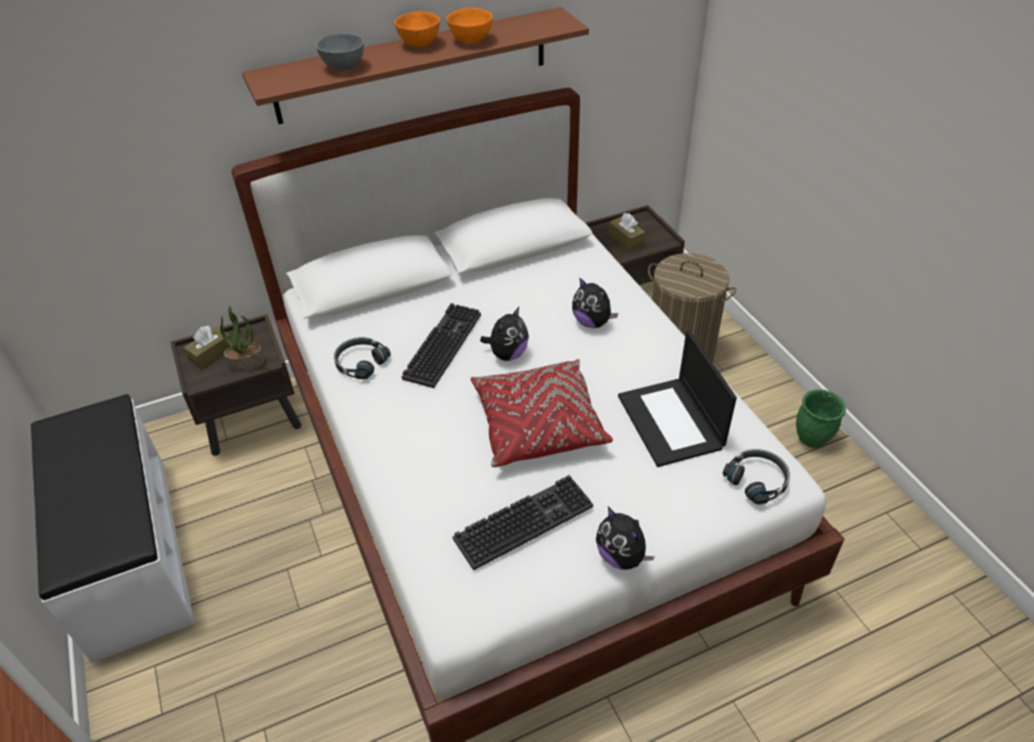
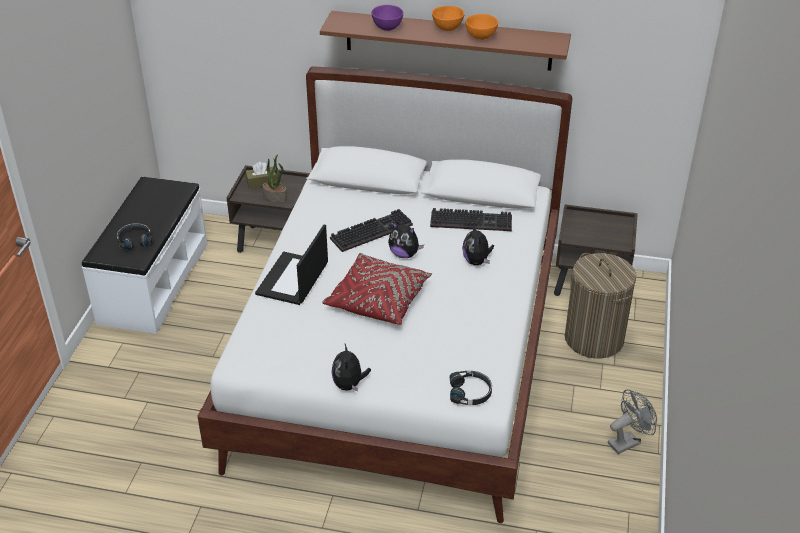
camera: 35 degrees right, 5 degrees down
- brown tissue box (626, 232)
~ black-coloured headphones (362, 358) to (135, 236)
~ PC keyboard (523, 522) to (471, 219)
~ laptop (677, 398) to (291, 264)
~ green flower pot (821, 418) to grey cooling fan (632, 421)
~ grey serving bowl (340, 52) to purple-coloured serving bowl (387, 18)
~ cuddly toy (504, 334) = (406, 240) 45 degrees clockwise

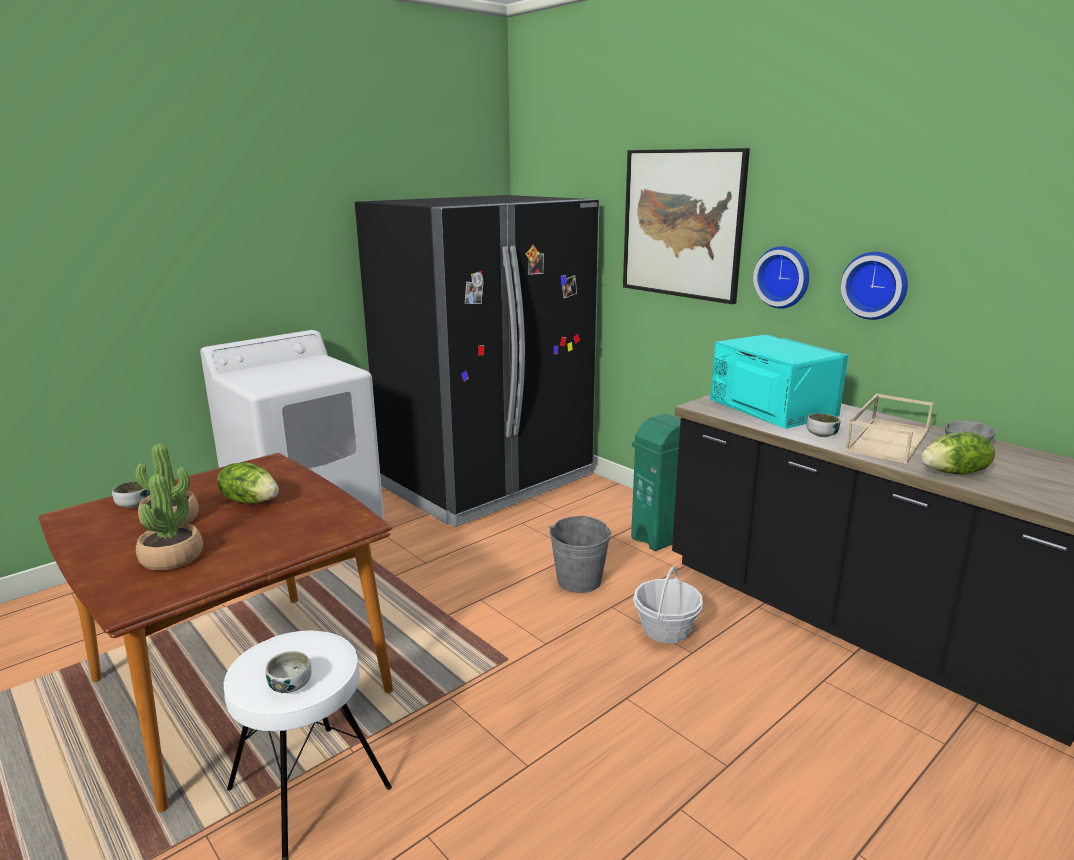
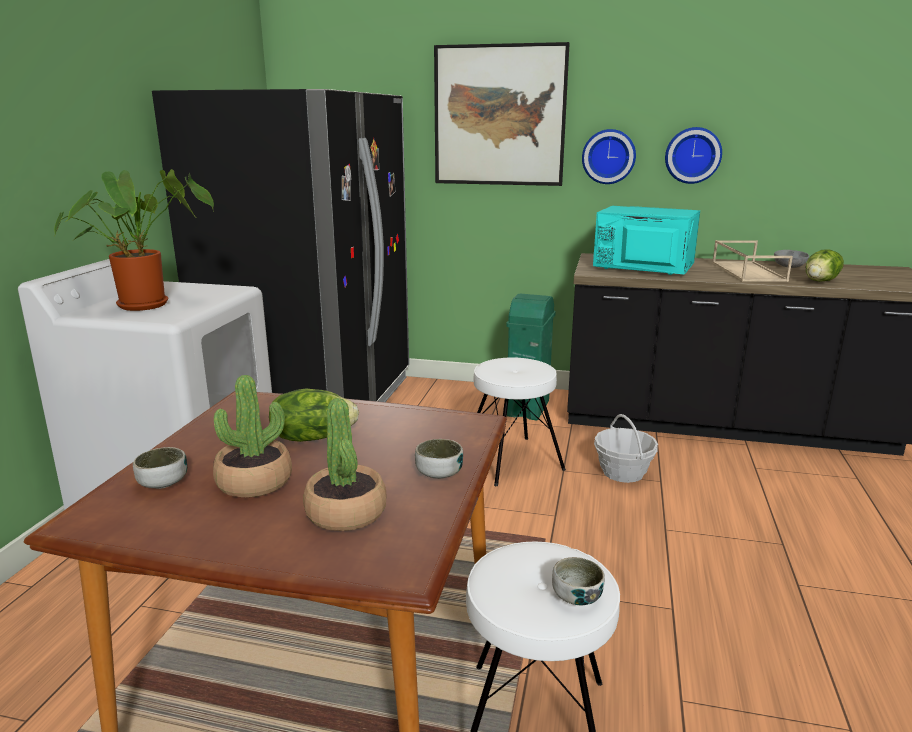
camera: 35 degrees left, 0 degrees up
+ plant in a pot (134, 240)
~ serving bowl (823, 425) to (439, 459)
~ grey bucket (580, 554) to white-coloured sitting stool (520, 421)

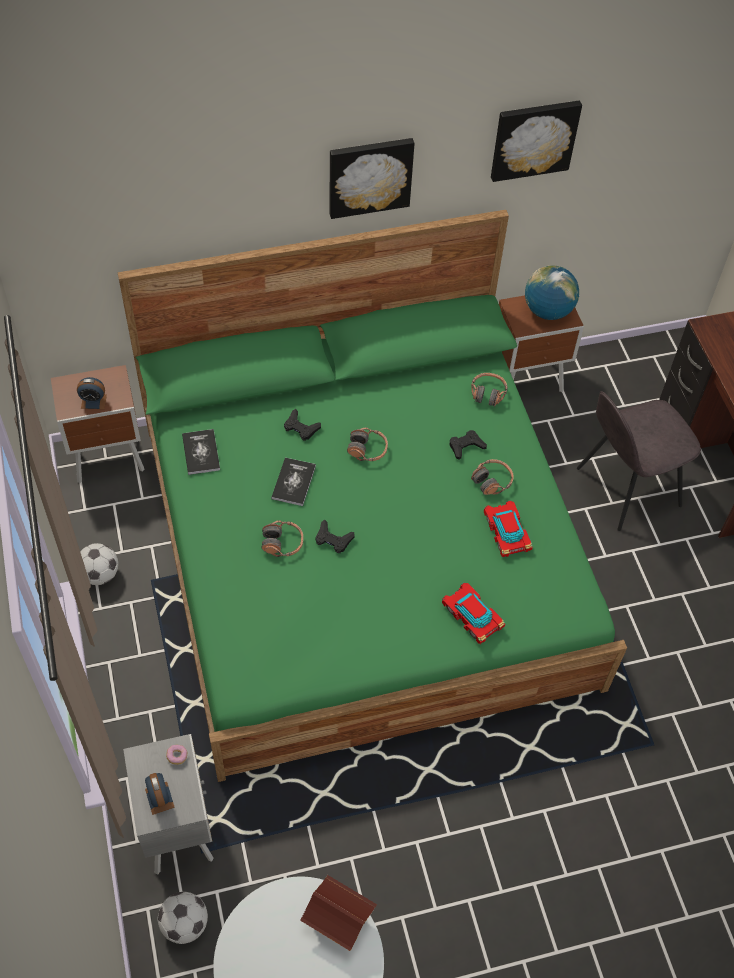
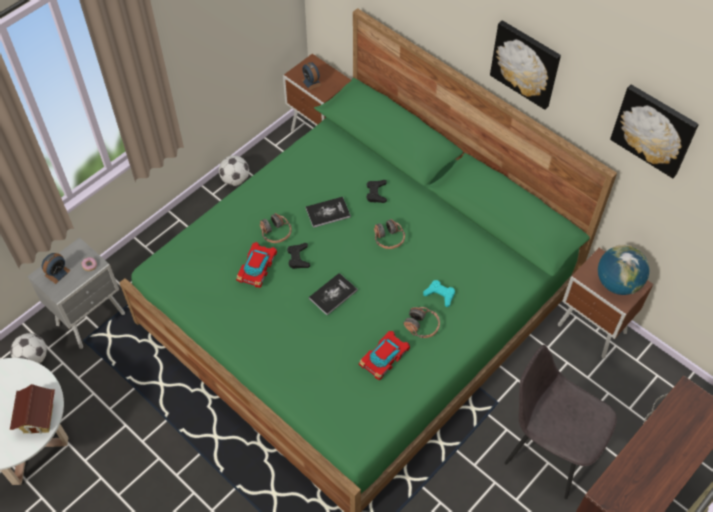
camera: 60 degrees right, 0 degrees up
- headphones (489, 390)
~ volume (201, 452) to (333, 294)
~ model car (473, 613) to (256, 265)
~ black-coloured joypad (468, 444) to blue-green joypad (439, 293)

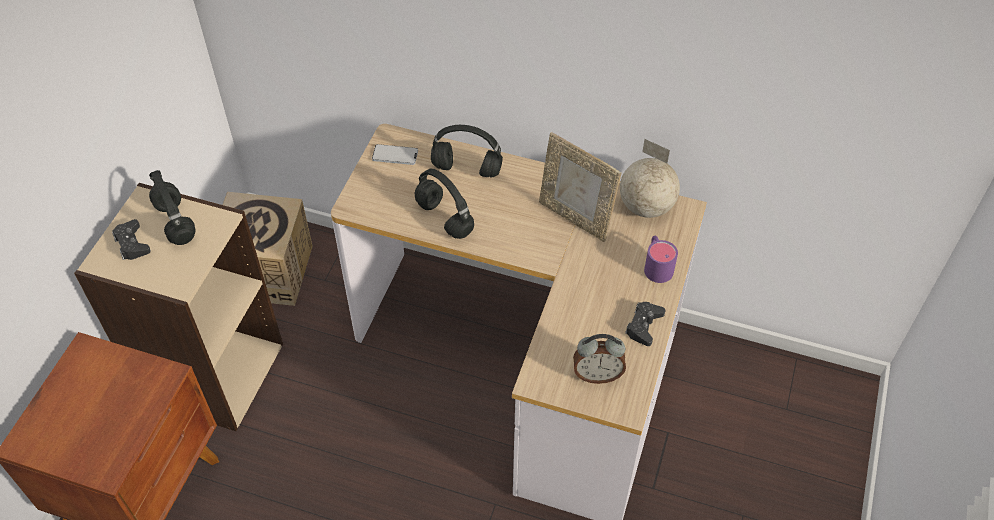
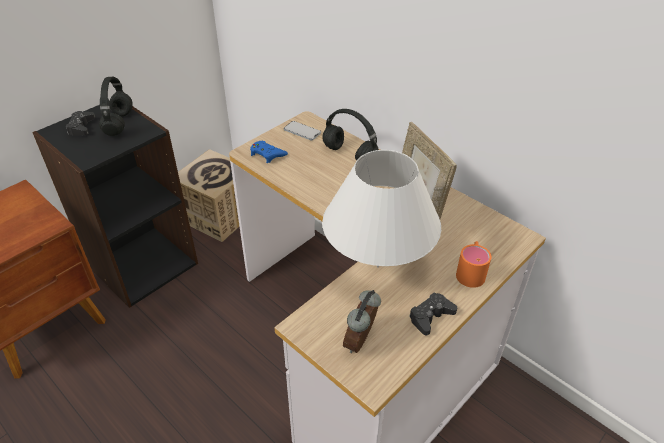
camera: 25 degrees right, 10 degrees down
- black-coloured headphones (444, 204)
- world globe (650, 178)
+ blue-coloured joypad (269, 152)
+ white-coloured table lamp (381, 209)
~ sand-coloured bookshelf (178, 307) to black-coloured bookshelf (115, 204)
~ purple-coloured tea mug (661, 259) to orange tea mug (473, 264)
~ bedside clock (599, 359) = (362, 321) 90 degrees clockwise

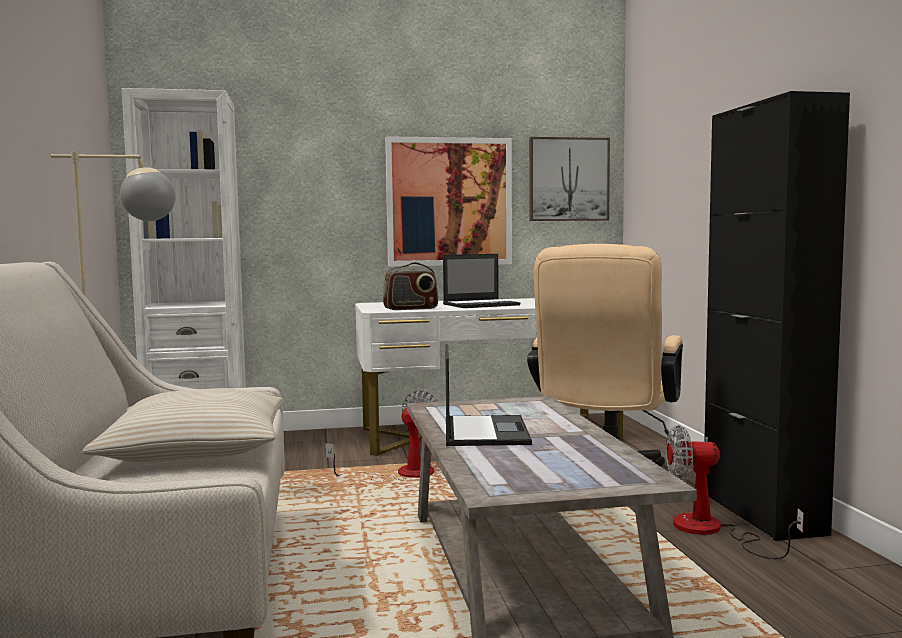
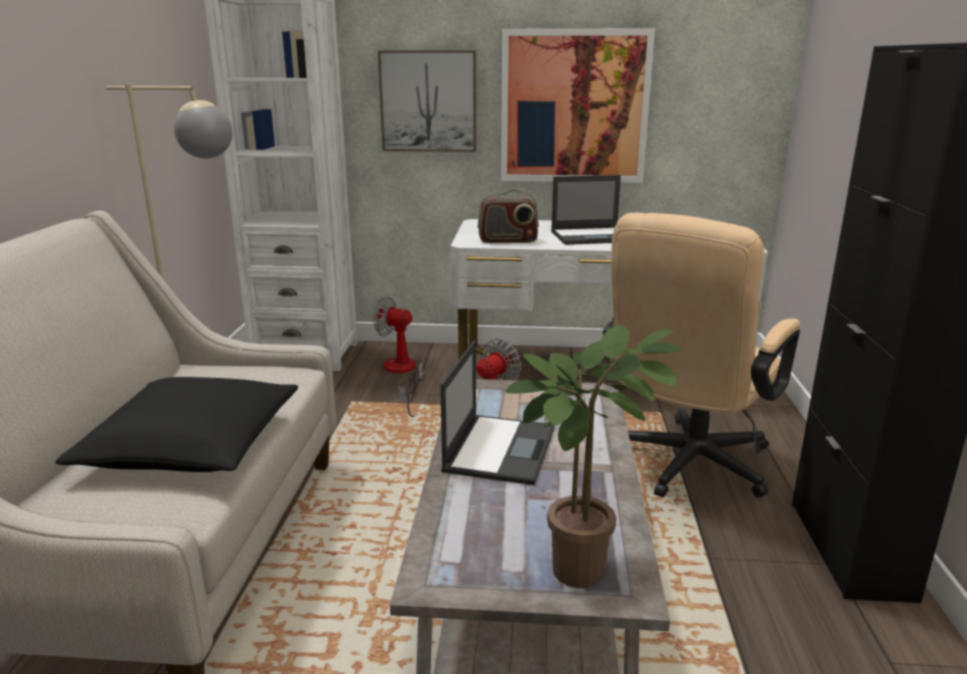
camera: 15 degrees right, 15 degrees up
+ plant in a pot (594, 456)
~ wall picture (569, 179) to (427, 101)
~ cooling fan (735, 492) to (399, 345)
~ sand-coloured throw pillow (183, 425) to black-coloured throw pillow (176, 424)

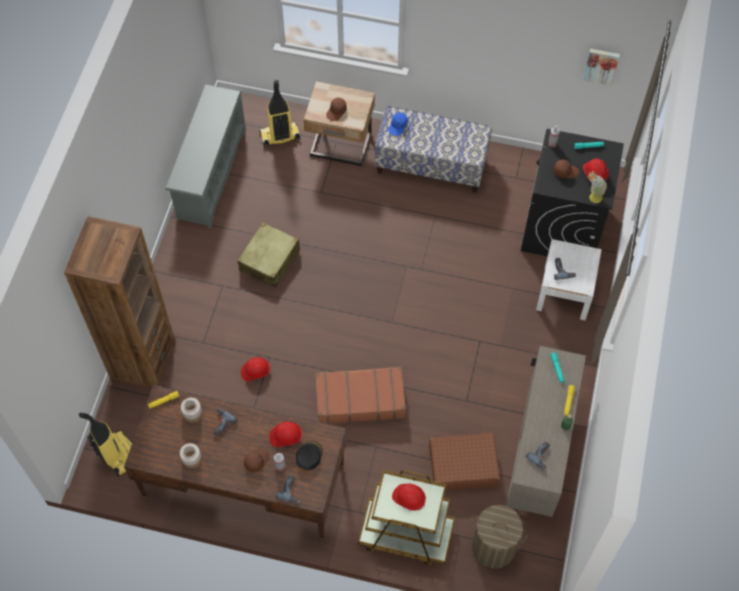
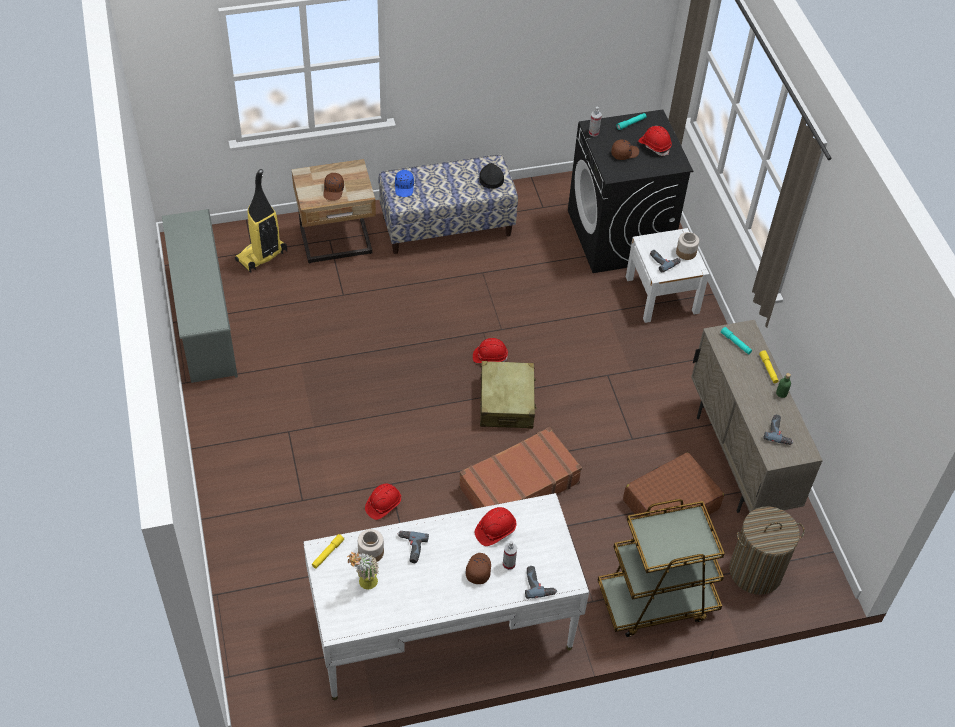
camera: 30 degrees left, 10 degrees down
- brown bookshelf (120, 302)
- vacuum (105, 445)
- wall picture (601, 67)
~ preserve jar (191, 456) to (687, 246)
~ sand-coloured piece of luggage (269, 254) to (508, 395)
~ black-coloured baseball cap (309, 455) to (491, 176)
~ red work helmet (409, 497) to (490, 350)
~ plant in a pot (597, 187) to (363, 571)
~ brown desk table (235, 463) to white-coloured desk table (446, 596)

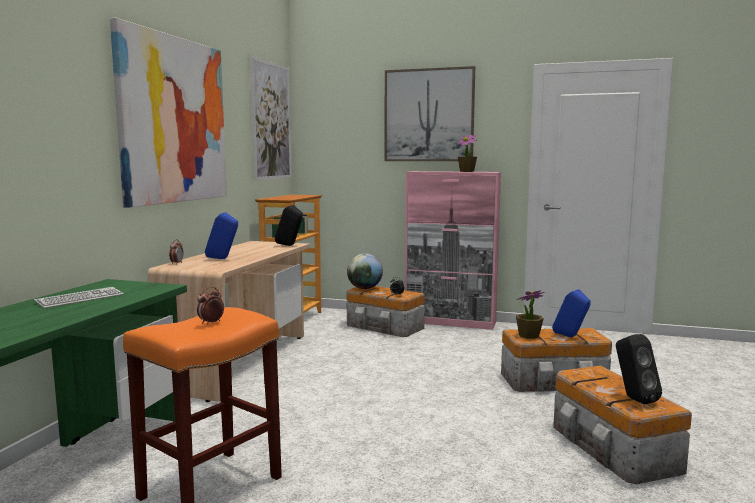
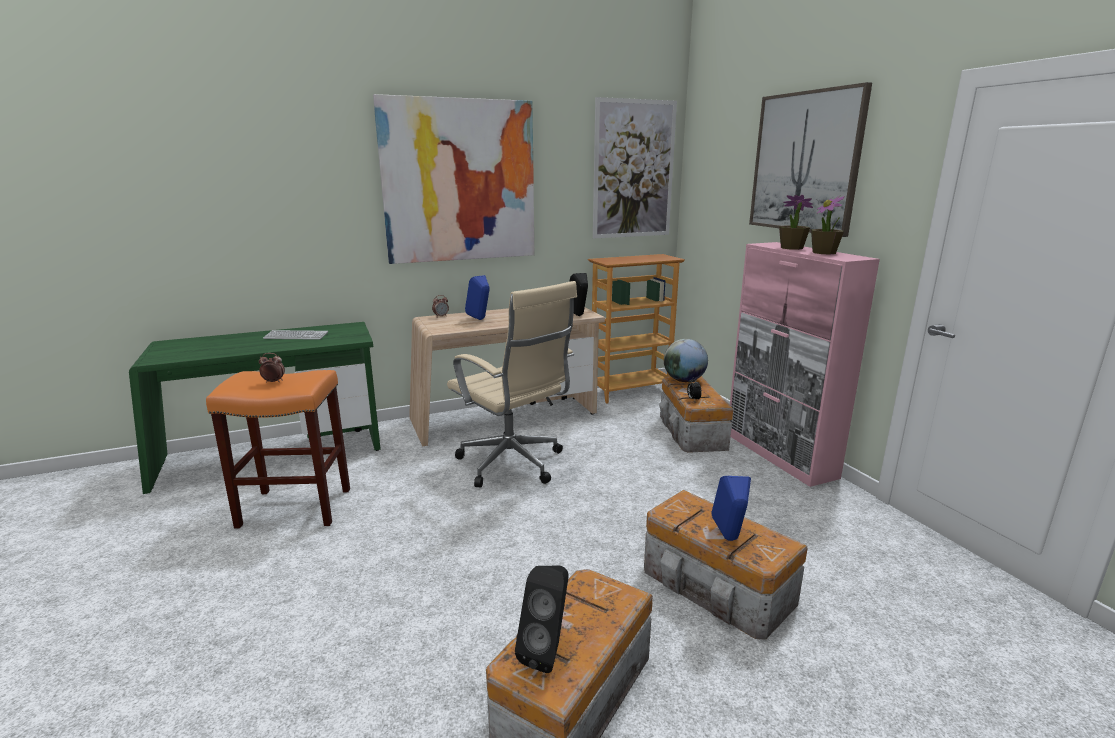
camera: 50 degrees right, 10 degrees up
+ sand-coloured office chair (512, 384)
~ plant in a pot (530, 314) to (796, 222)

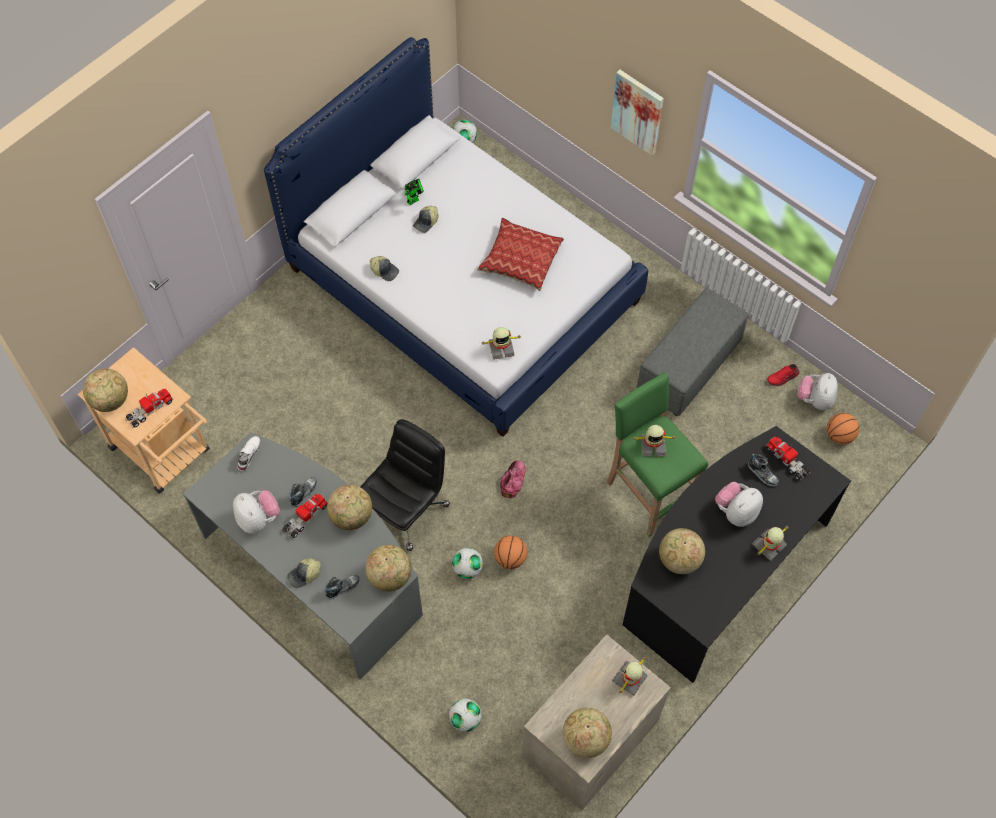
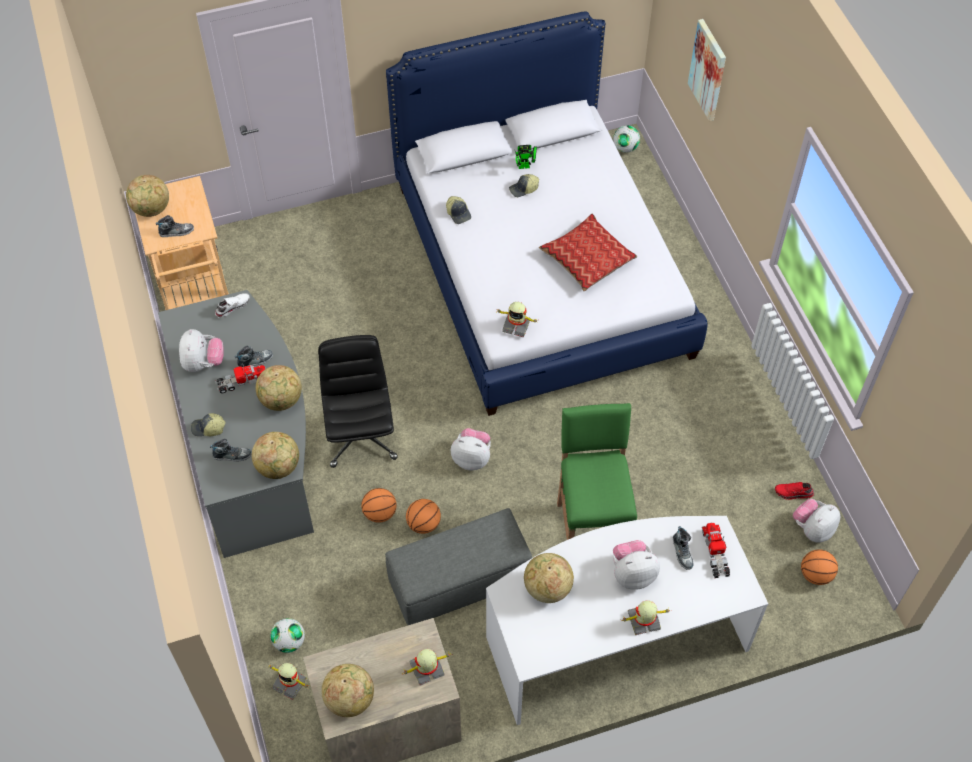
camera: 30 degrees right, 5 degrees down
~ wall picture (637, 113) to (707, 70)
~ robot figure (653, 441) to (289, 681)
~ grey ottoman (692, 352) to (458, 566)
~ toy truck (149, 408) to item of footwear (175, 226)
~ football (467, 563) to ball for basketball (379, 505)
~ baseball cap (513, 479) to cuddly toy (471, 449)
~ black-coloured desk table (737, 554) to white-coloured desk table (627, 620)
~ black-coloured office chair (405, 485) = (358, 401) 75 degrees counterclockwise

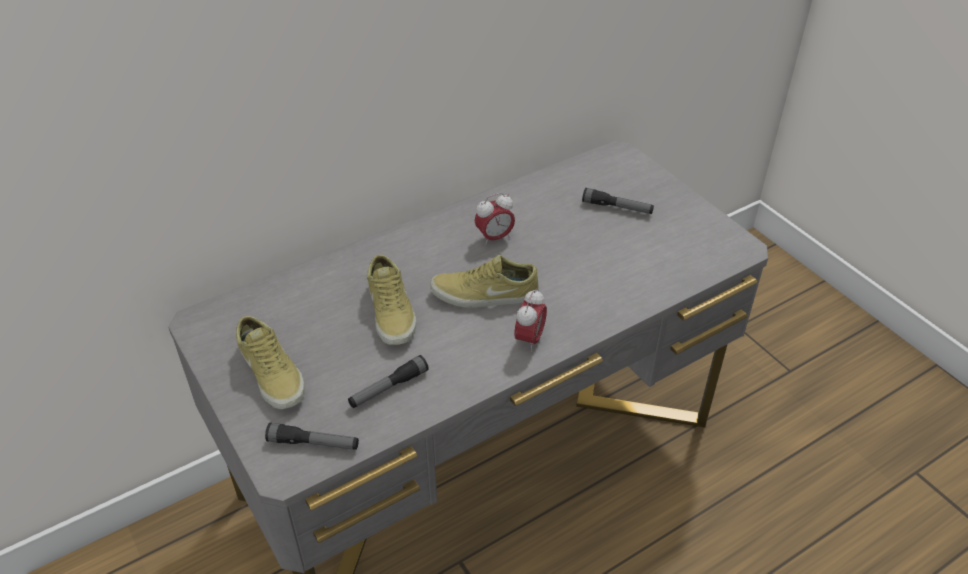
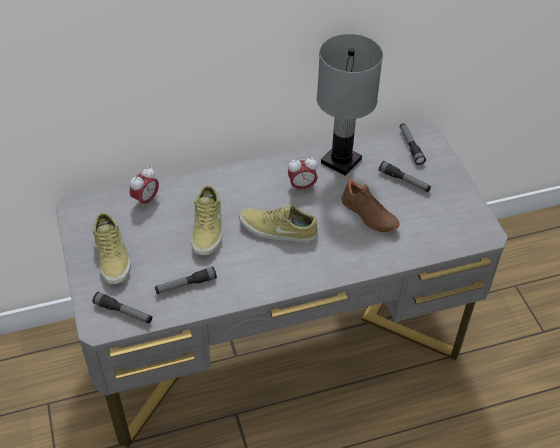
camera: 15 degrees right, 5 degrees up
+ grey table lamp (350, 105)
+ brown item of footwear (370, 205)
+ hand torch (413, 144)
~ bedside clock (530, 320) to (144, 188)

